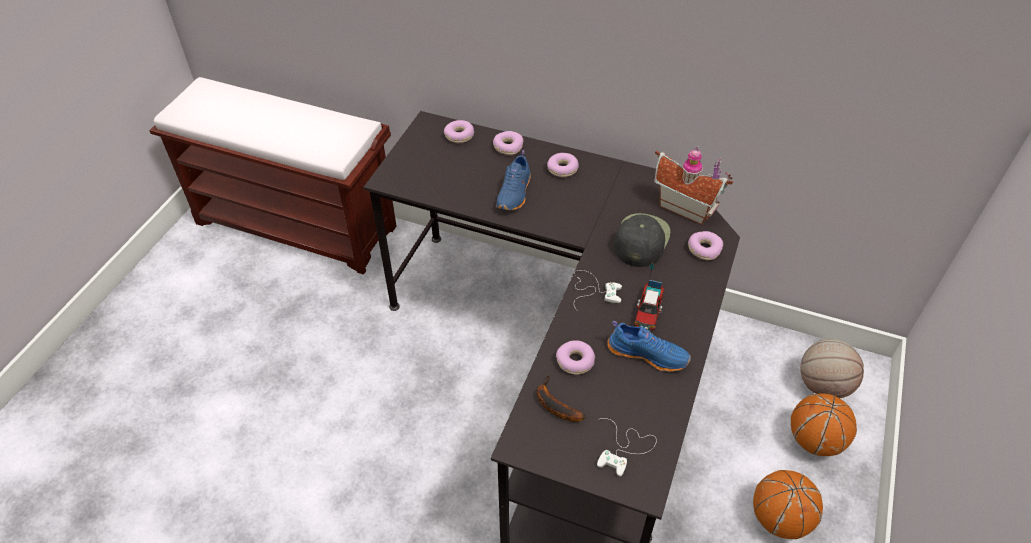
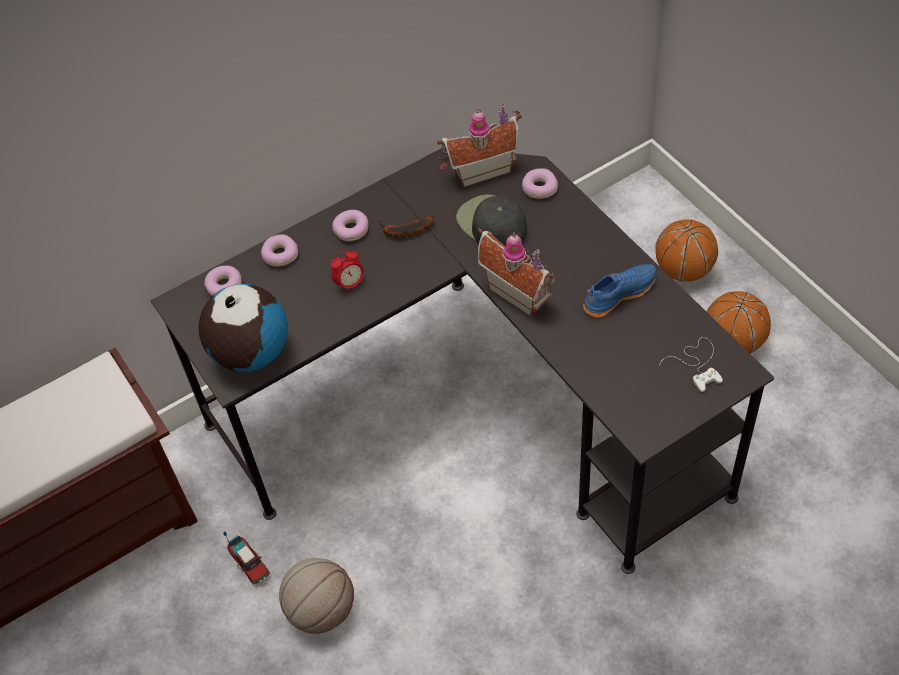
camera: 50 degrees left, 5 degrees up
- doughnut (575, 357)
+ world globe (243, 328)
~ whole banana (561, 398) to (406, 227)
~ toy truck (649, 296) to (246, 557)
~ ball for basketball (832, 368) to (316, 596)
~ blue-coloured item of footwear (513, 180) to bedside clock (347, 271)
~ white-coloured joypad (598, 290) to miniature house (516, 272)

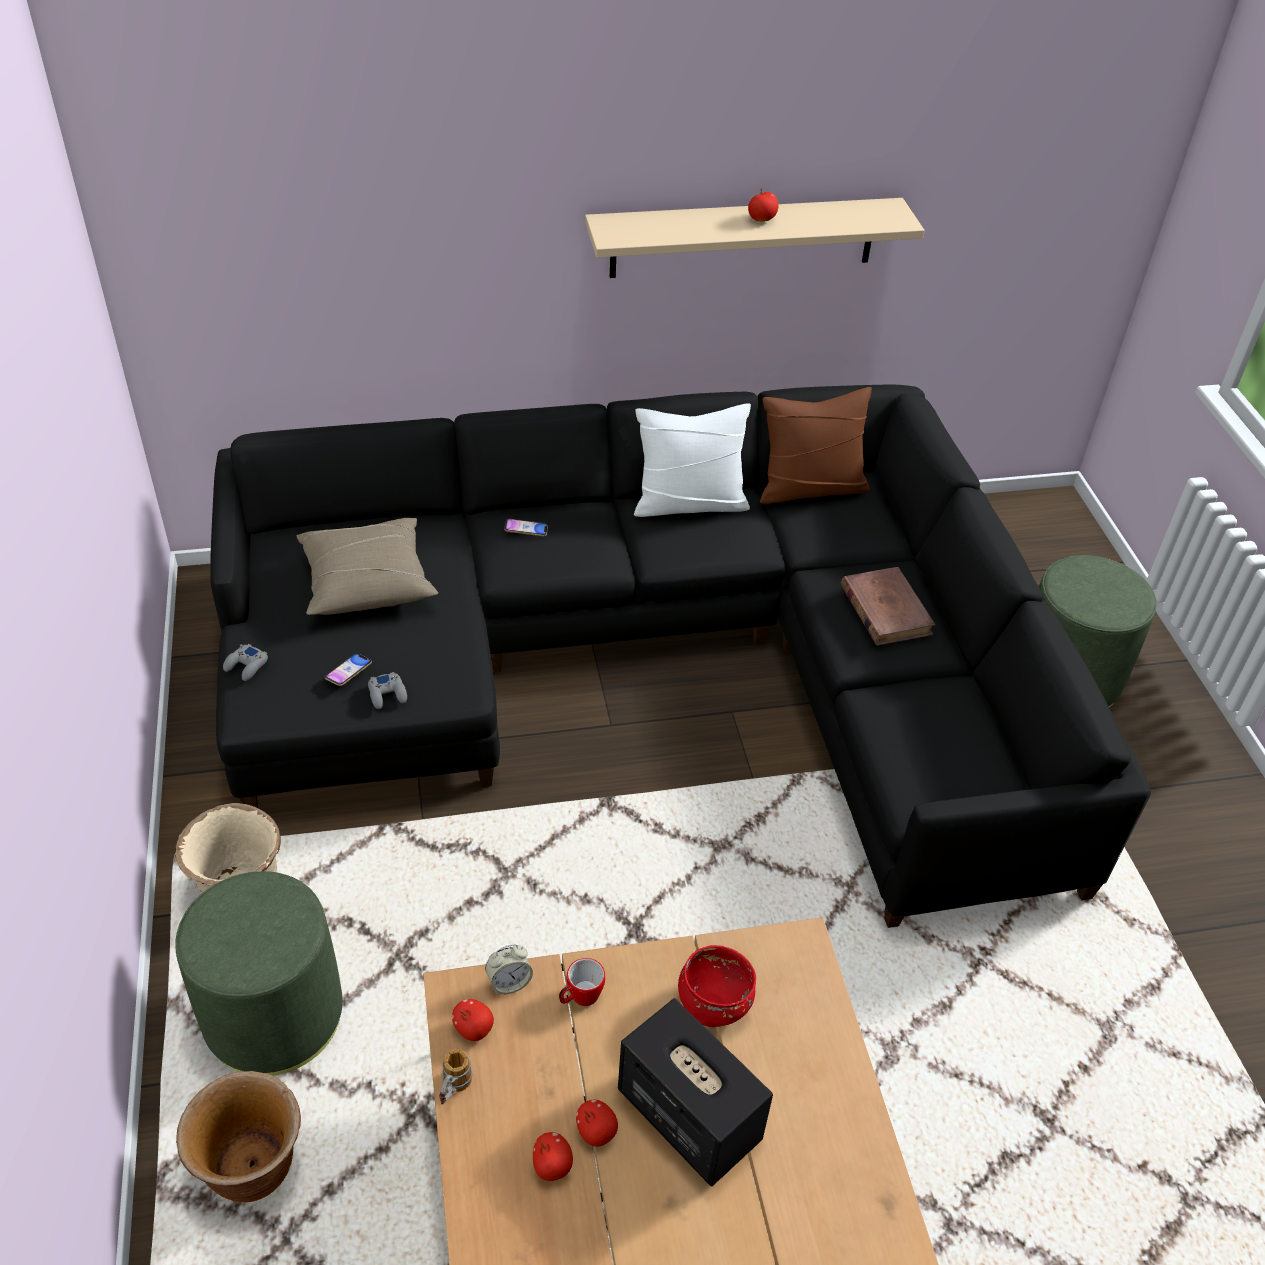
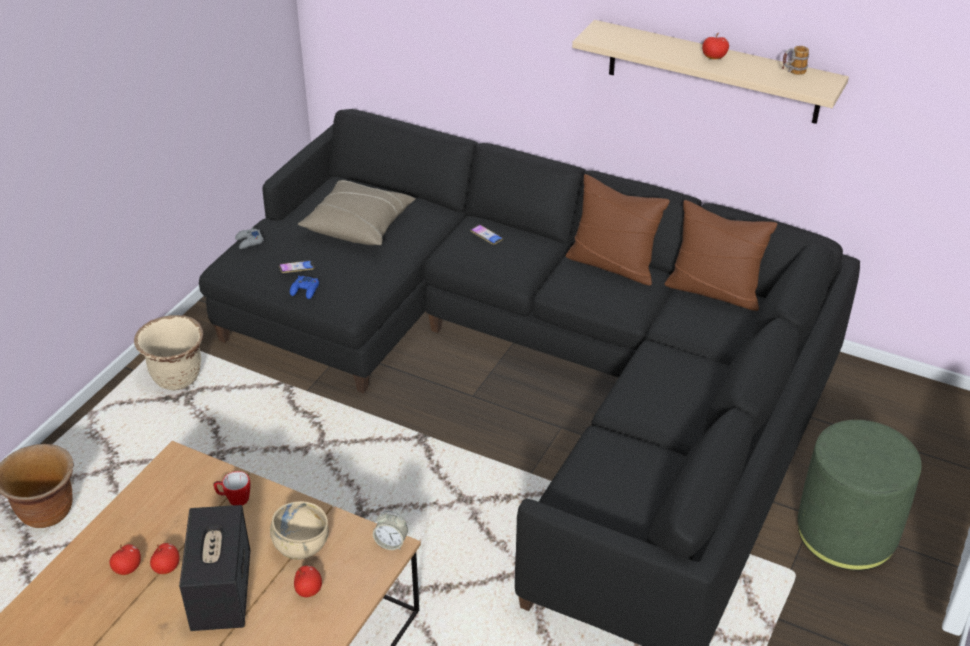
camera: 40 degrees right, 5 degrees down
- green ottoman (259, 973)
- brown volume (888, 606)
~ tea mug (455, 1076) to (795, 60)
~ apple (473, 1020) to (308, 581)
~ bedside clock (509, 969) to (390, 530)
~ grey joypad (387, 690) to blue-coloured joypad (304, 287)
~ white-coloured throw pillow (692, 460) to brown throw pillow (618, 230)
~ red serving bowl (717, 986) to sand-coloured serving bowl (299, 530)

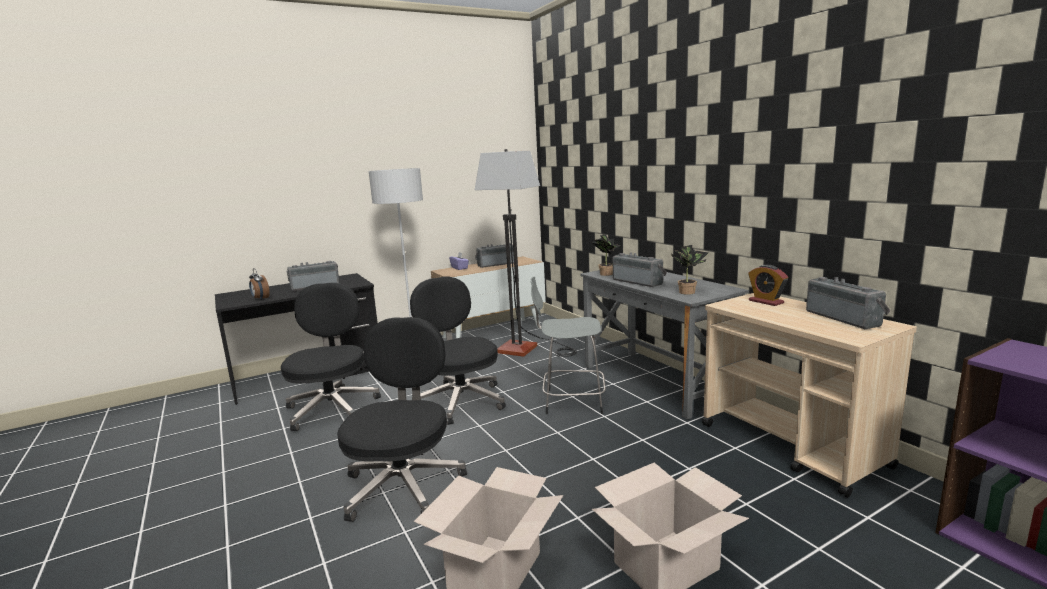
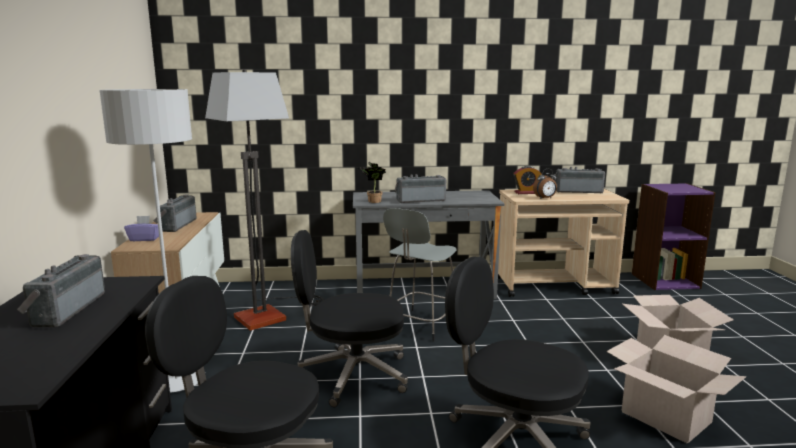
camera: 65 degrees left, 0 degrees up
- plant in a pot (689, 270)
~ bedside clock (259, 284) to (545, 184)

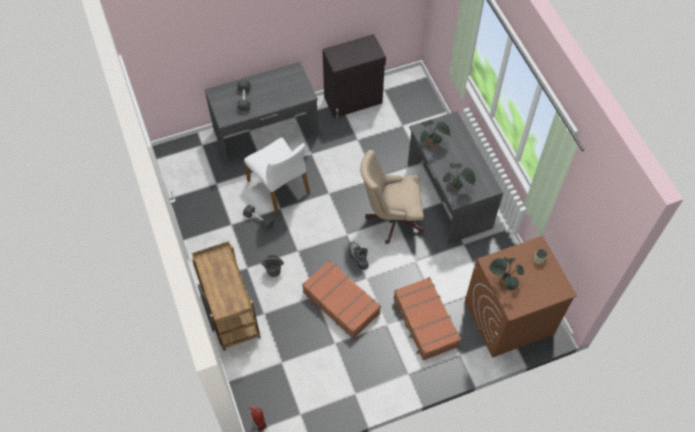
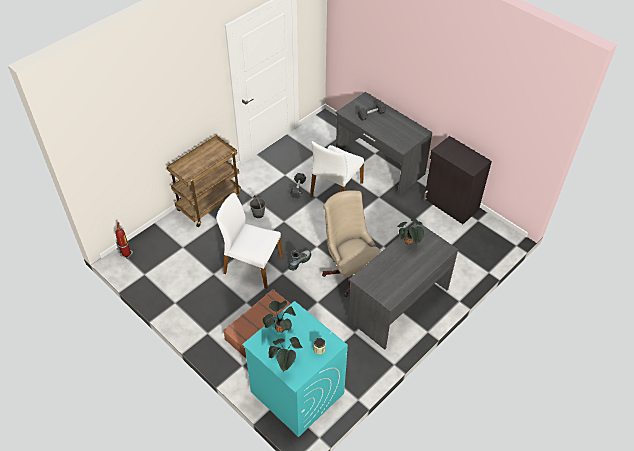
camera: 65 degrees right, 10 degrees down
~ plant in a pot (459, 177) to (285, 354)
~ brown piece of luggage (341, 299) to white-coloured chair (249, 241)
~ brown laundry appliance (521, 297) to blue-green laundry appliance (295, 369)

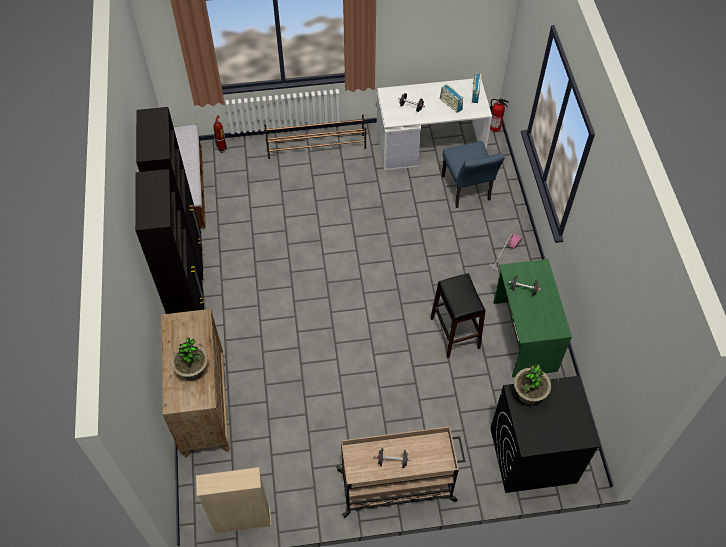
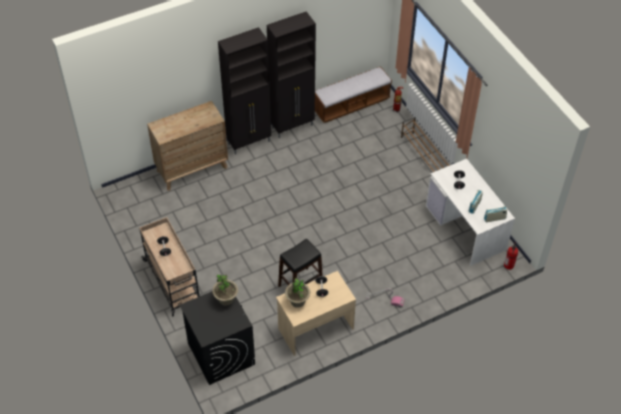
camera: 70 degrees right, 5 degrees down
- sand-coloured bookshelf (234, 500)
- blue-coloured chair (473, 174)
~ plant in a pot (189, 359) to (297, 293)
~ green desk table (532, 318) to sand-coloured desk table (316, 313)

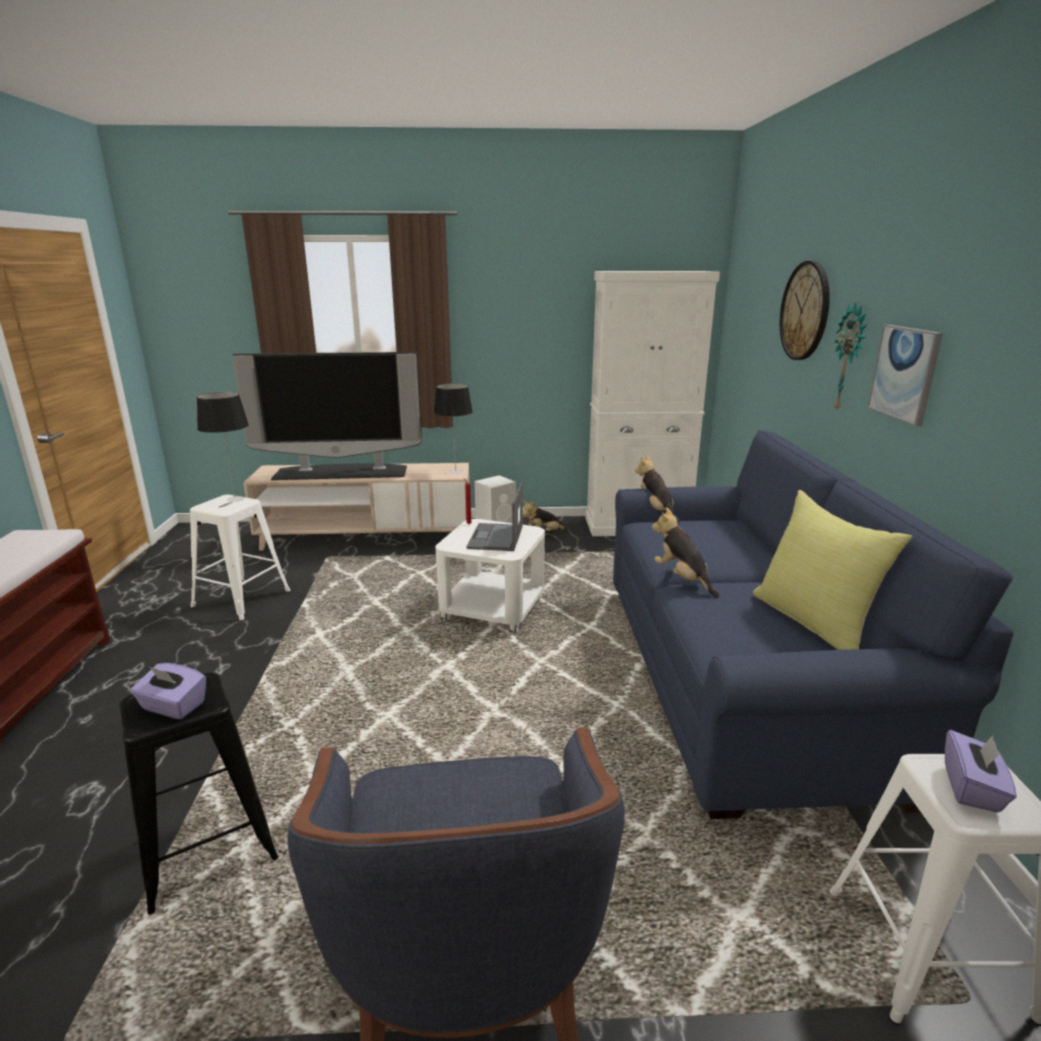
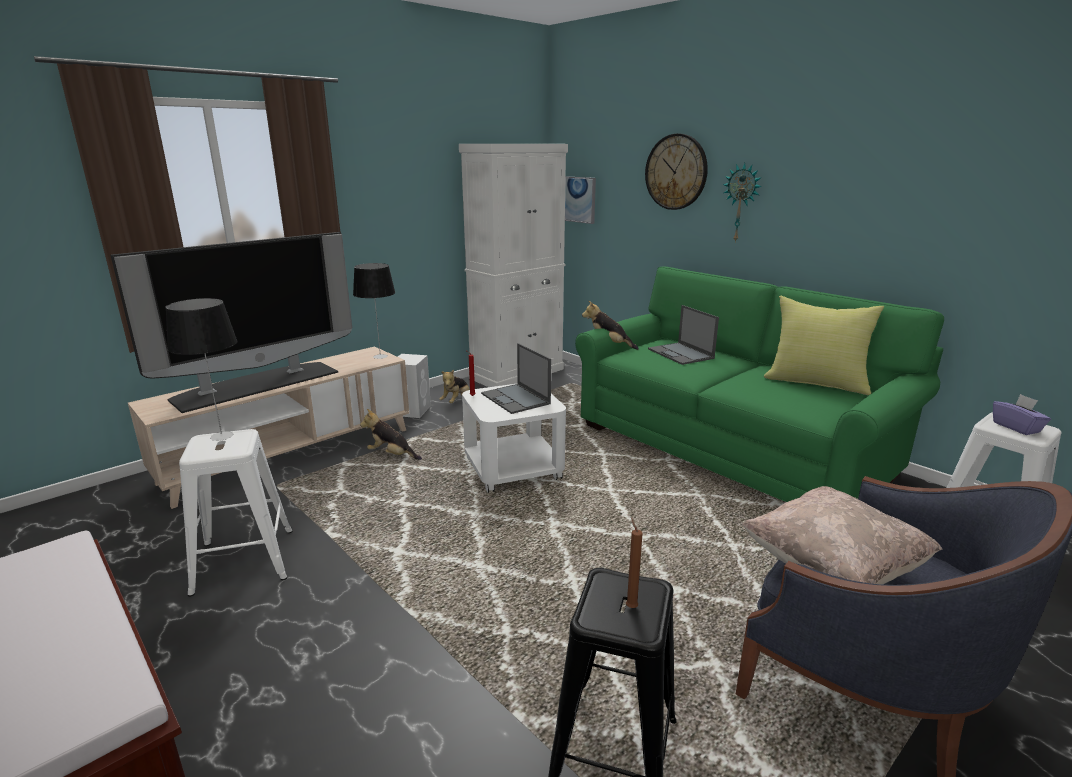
camera: 40 degrees left, 0 degrees up
+ laptop (683, 335)
+ sand-coloured throw pillow (842, 535)
~ cuddly toy (686, 552) to (391, 434)
~ wall picture (905, 375) to (580, 200)
~ purple-coloured tissue box (168, 691) to brown wax light (634, 563)
~ blue-coloured settee (813, 624) to green settee (759, 384)

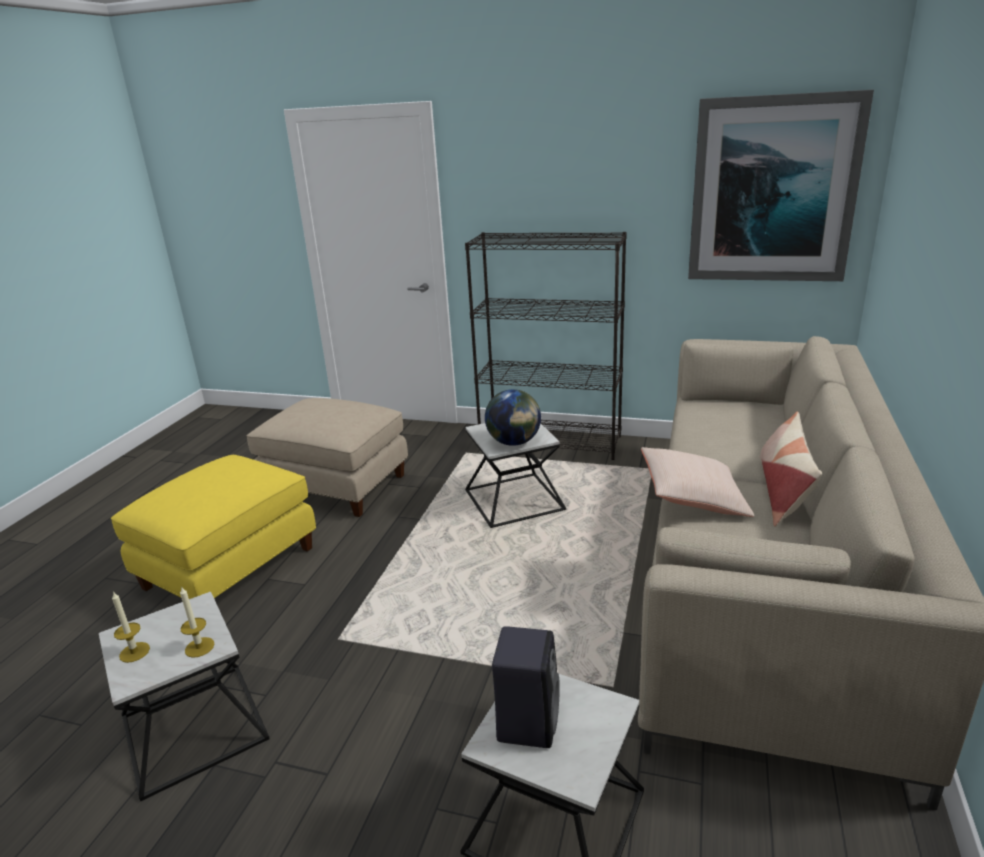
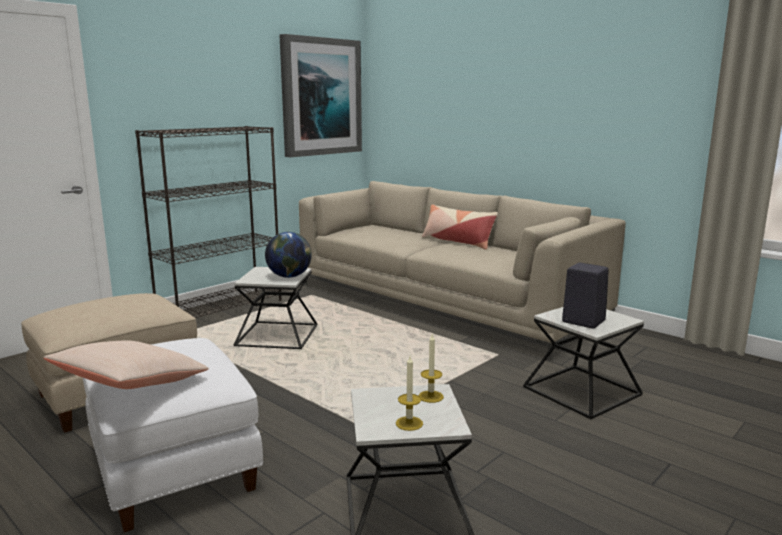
camera: 65 degrees left, 10 degrees down
~ sand-coloured throw pillow (697, 482) to (126, 364)
~ yellowish ottoman (213, 527) to white-coloured ottoman (173, 435)

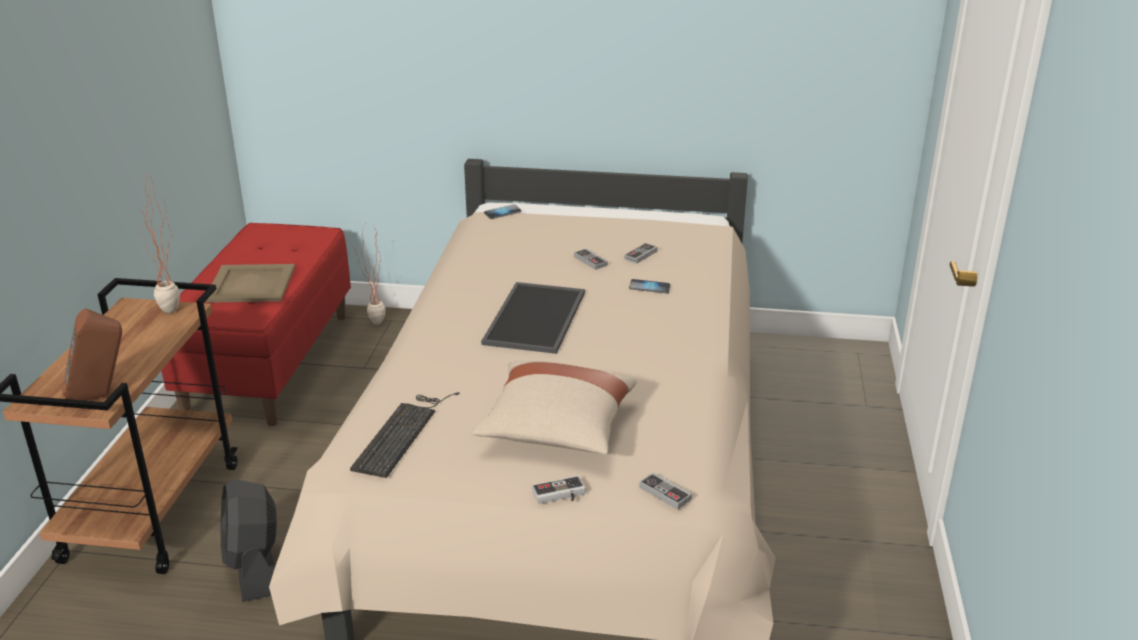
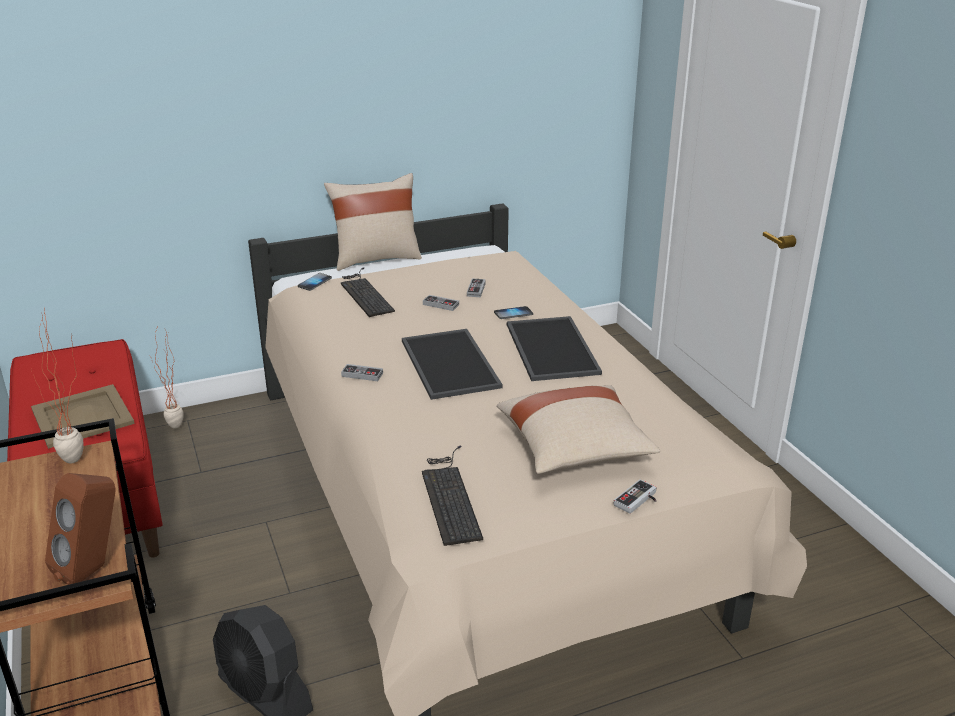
camera: 30 degrees left, 0 degrees up
+ sand-coloured throw pillow (373, 222)
+ PC keyboard (368, 292)
+ serving tray (554, 348)
~ joypad (665, 491) to (362, 372)

